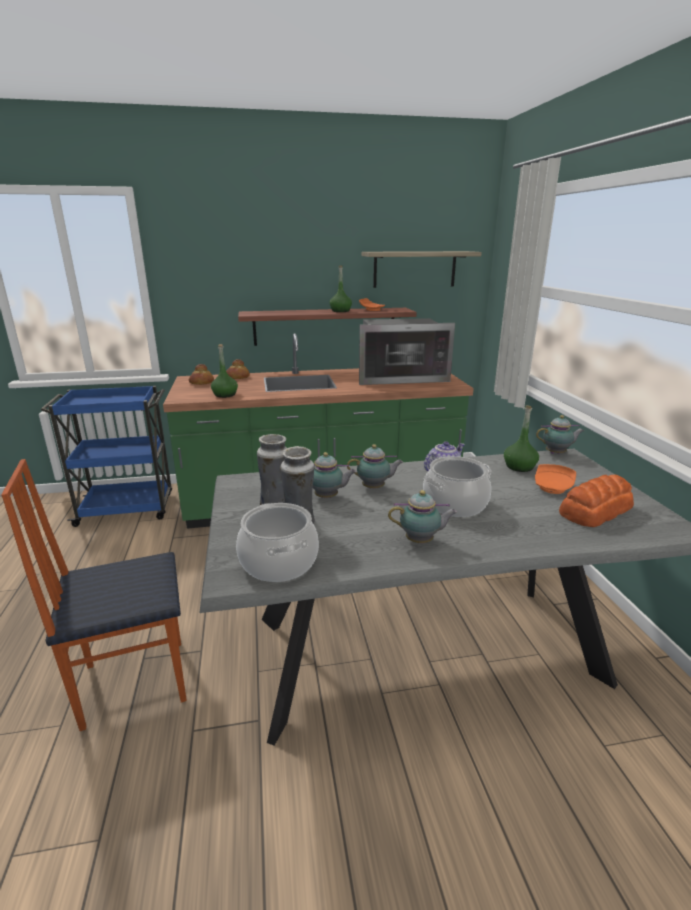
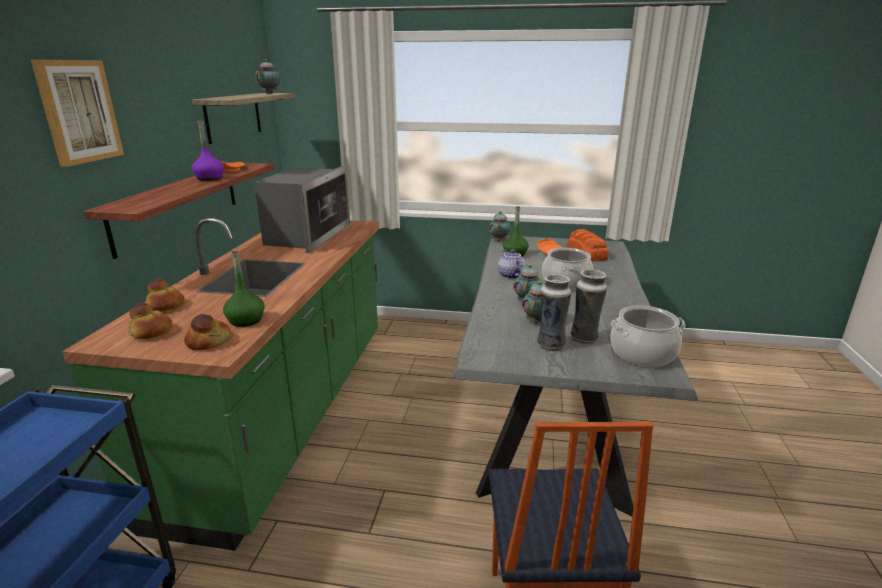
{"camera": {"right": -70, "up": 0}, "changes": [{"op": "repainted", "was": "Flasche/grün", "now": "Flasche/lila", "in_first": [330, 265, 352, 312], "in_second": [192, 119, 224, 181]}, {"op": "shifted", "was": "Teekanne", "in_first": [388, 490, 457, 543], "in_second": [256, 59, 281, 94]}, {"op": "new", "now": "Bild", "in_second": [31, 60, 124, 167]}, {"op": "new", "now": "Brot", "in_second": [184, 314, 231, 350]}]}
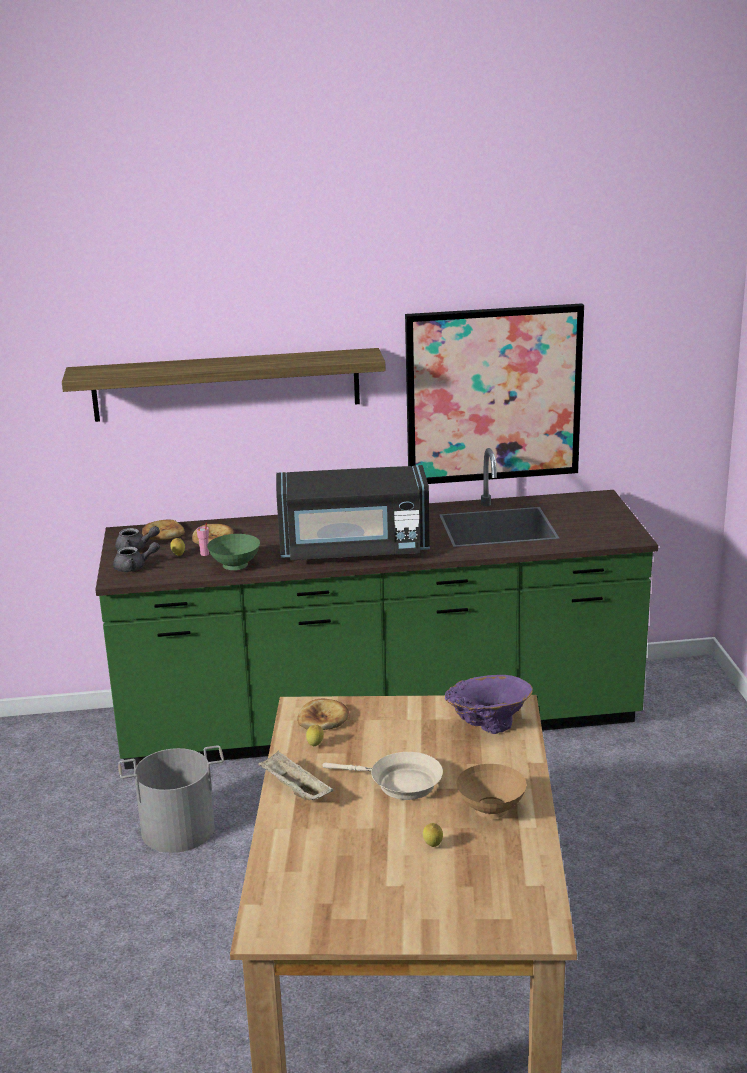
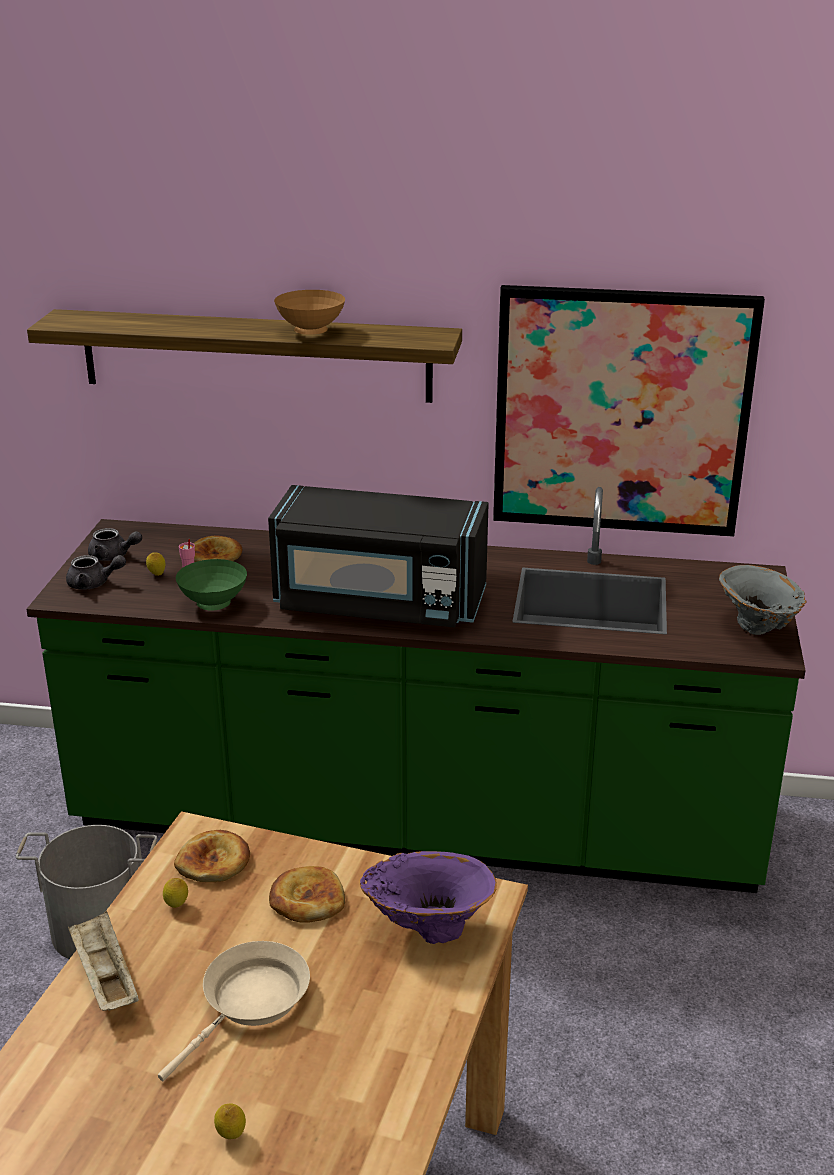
{"camera": {"right": 15, "up": 5}, "changes": [{"op": "shifted", "was": "Brot", "in_first": [142, 519, 185, 540], "in_second": [269, 866, 345, 923]}, {"op": "rotated", "was": "Pfanne/beige", "in_first": [323, 752, 443, 800], "in_second": [158, 941, 310, 1081], "clockwise": -90}, {"op": "shifted", "was": "Schüssel/braun", "in_first": [457, 764, 527, 818], "in_second": [274, 290, 345, 335]}, {"op": "new", "now": "Vase/grau", "in_second": [719, 565, 807, 635]}]}
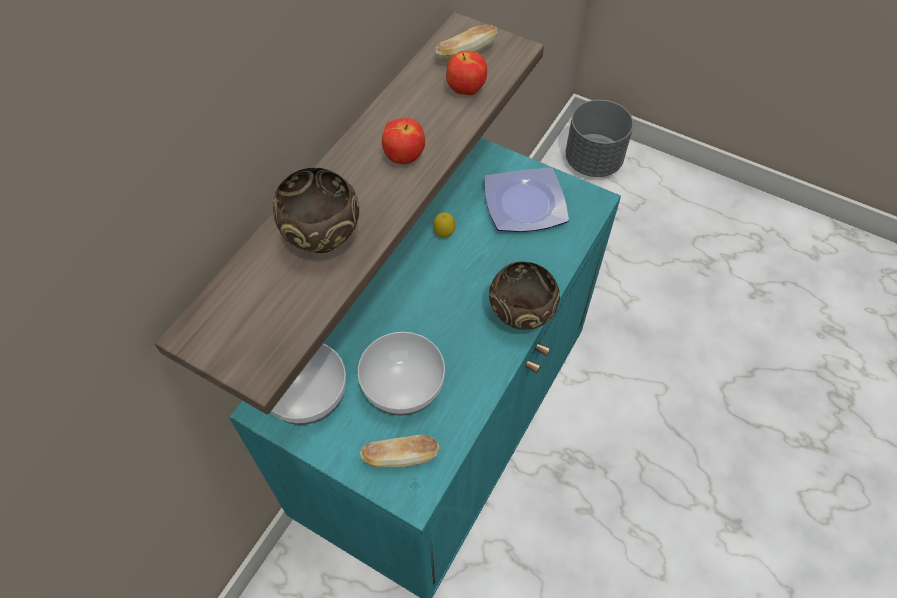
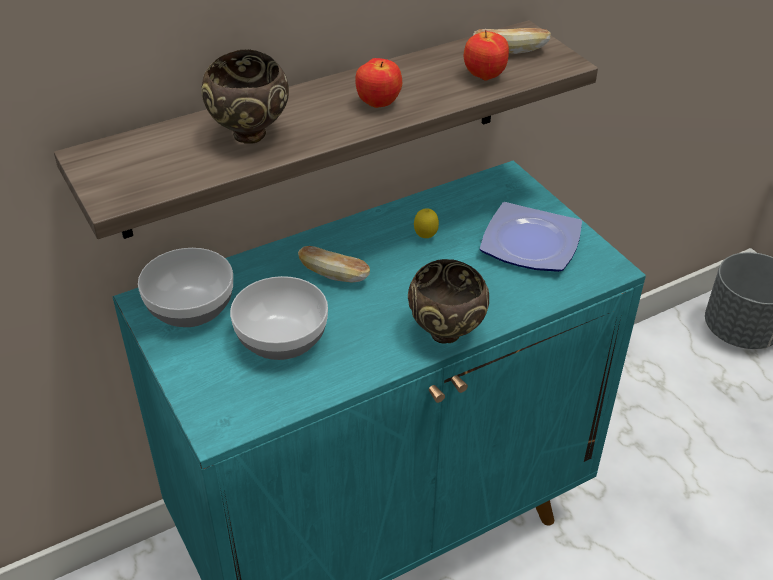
{"camera": {"right": 30, "up": -15}, "changes": [{"op": "shifted", "was": "Brot", "in_first": [360, 435, 439, 468], "in_second": [298, 246, 370, 283]}]}
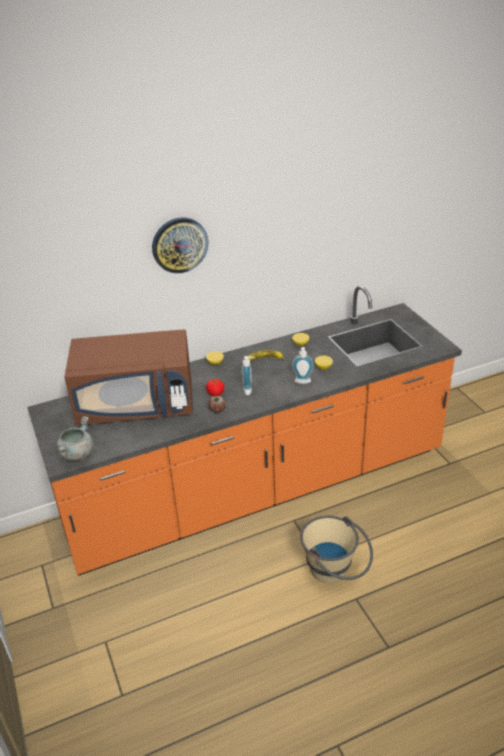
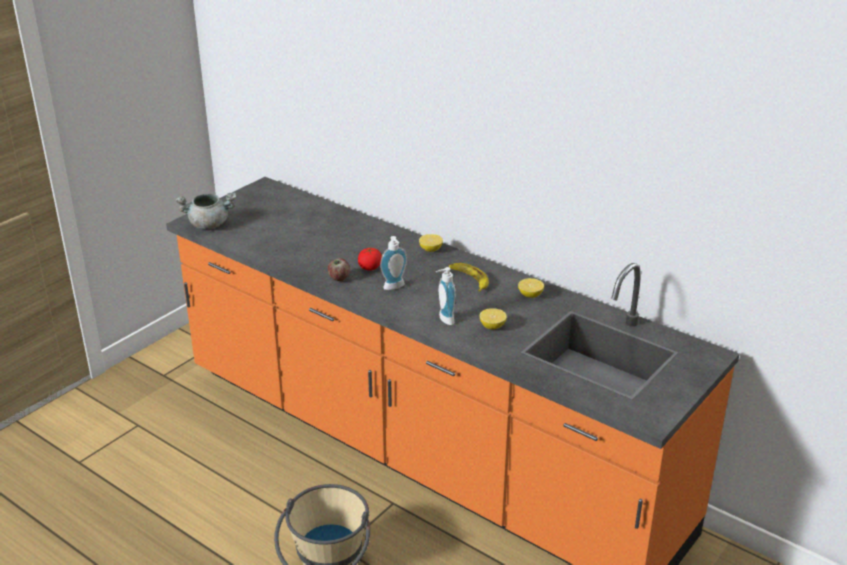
{"camera": {"right": 60, "up": -5}, "changes": [{"op": "gone", "was": "Wanduhr", "in_first": [152, 217, 208, 273]}, {"op": "gone", "was": "Mikrowelle/braun", "in_first": [64, 329, 193, 425]}]}
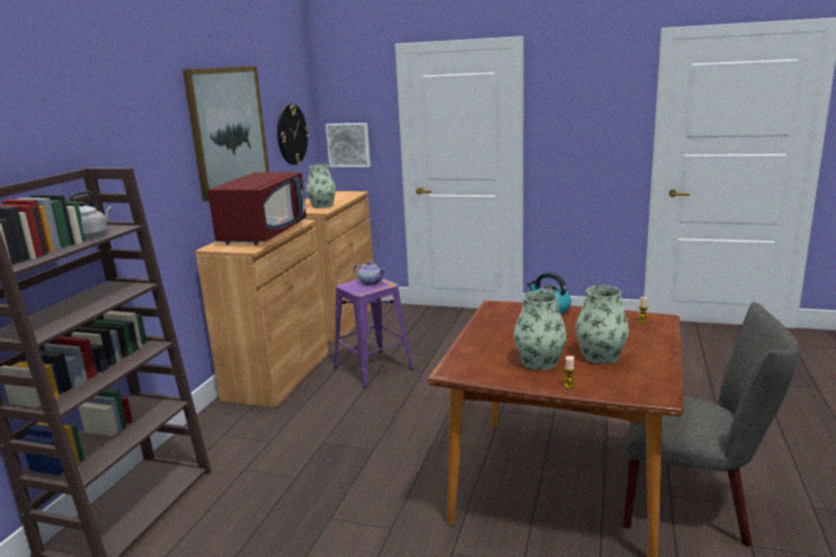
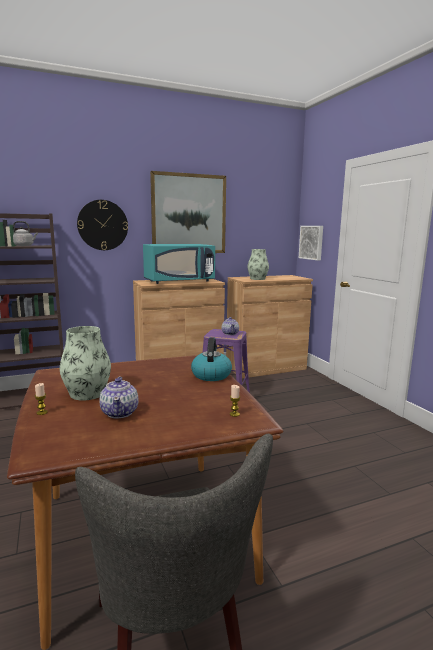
{"camera": {"right": 50, "up": -5}, "changes": [{"op": "shifted", "was": "Wanduhr", "in_first": [277, 104, 309, 165], "in_second": [77, 200, 128, 250]}, {"op": "repainted", "was": "Mikrowelle/rot", "now": "Mikrowelle/türkis", "in_first": [208, 172, 306, 245], "in_second": [143, 244, 215, 284]}, {"op": "swapped", "was": "Vase", "now": "Teekanne", "in_first": [575, 285, 629, 364], "in_second": [100, 377, 138, 418]}]}
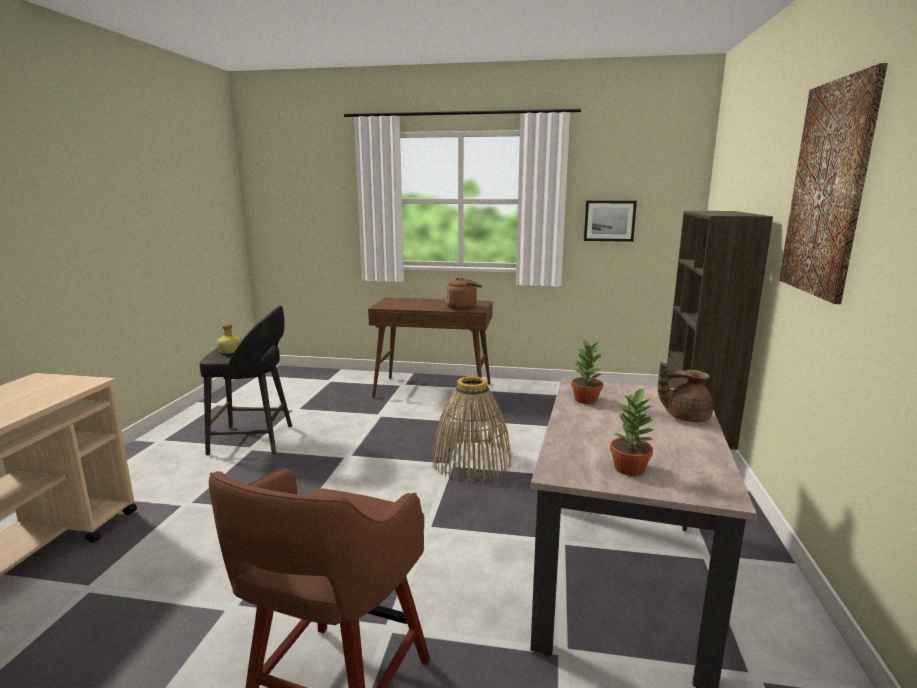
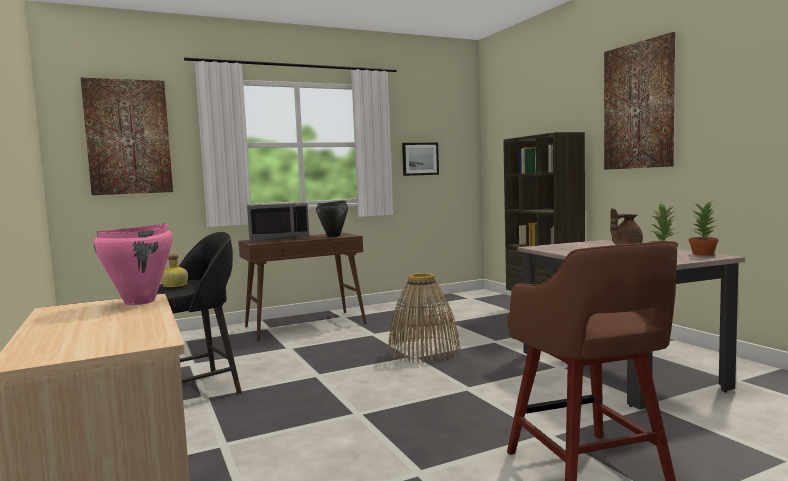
{"camera": {"right": -35, "up": -10}, "changes": [{"op": "swapped", "was": "Wasserkessel/braun", "now": "Kochtopf/schwarz", "in_first": [446, 278, 482, 310], "in_second": [316, 201, 348, 237]}, {"op": "shifted", "was": "Topfpflanze", "in_first": [571, 339, 603, 404], "in_second": [689, 201, 719, 256]}, {"op": "new", "now": "Bild", "in_second": [81, 78, 173, 195]}, {"op": "new", "now": "Mikrowelle/grau", "in_second": [247, 202, 309, 242]}, {"op": "new", "now": "Kochtopf/rosa", "in_second": [93, 224, 173, 305]}]}
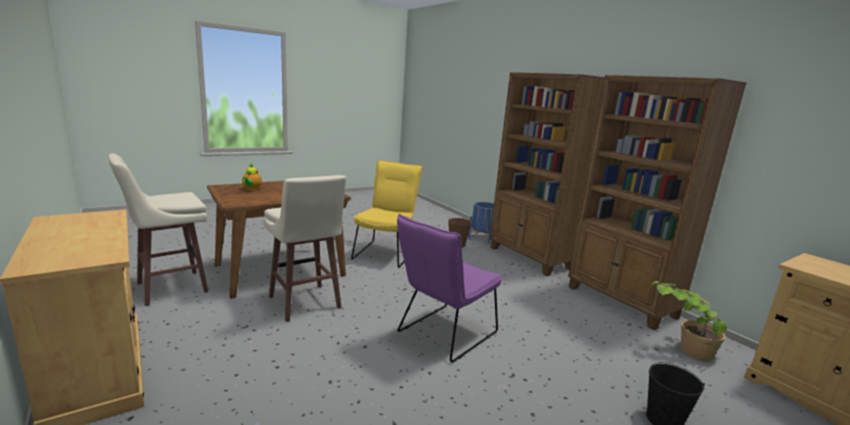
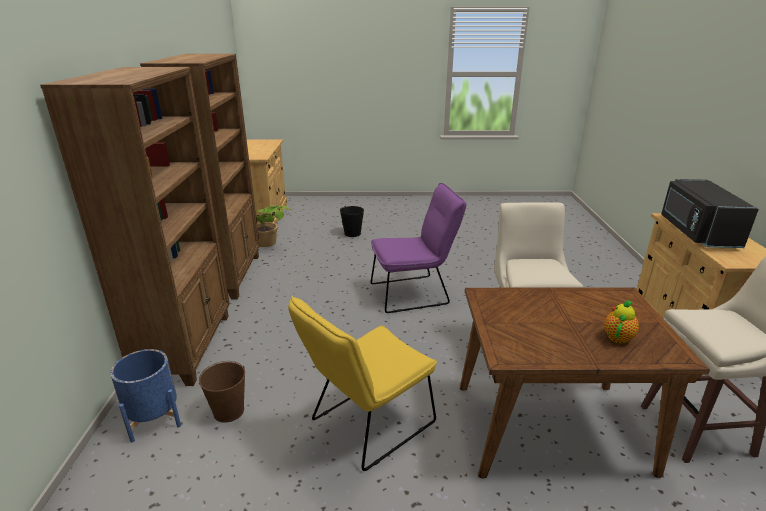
{"camera": {"right": -145, "up": 10}, "changes": [{"op": "new", "now": "Mikrowelle/schwarz", "in_second": [661, 179, 759, 248]}]}
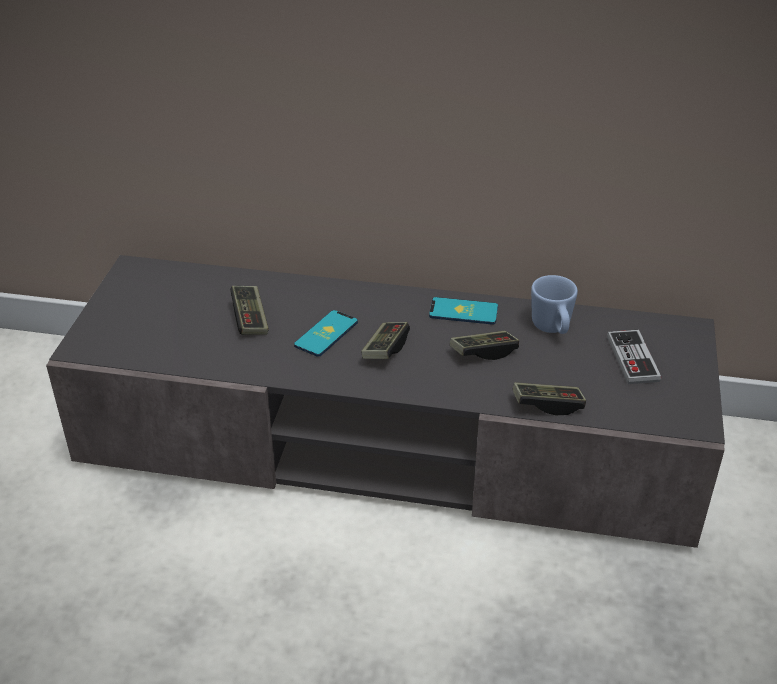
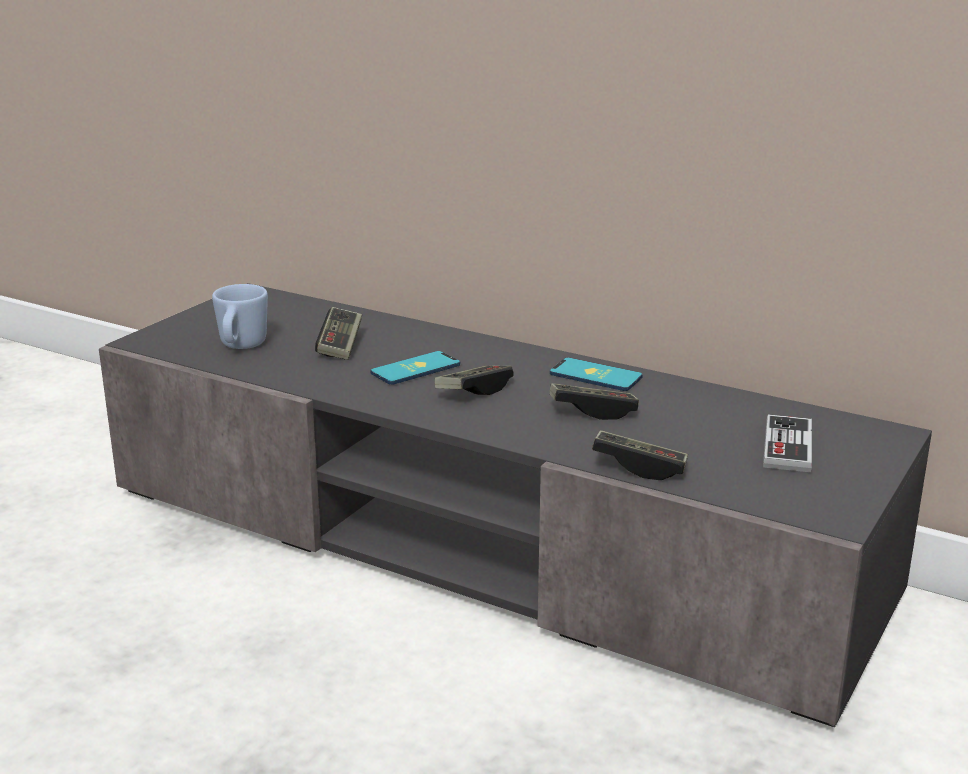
{"camera": {"right": 20, "up": -15}, "changes": [{"op": "shifted", "was": "Henkelbecher/blau", "in_first": [531, 275, 578, 334], "in_second": [212, 284, 268, 349]}]}
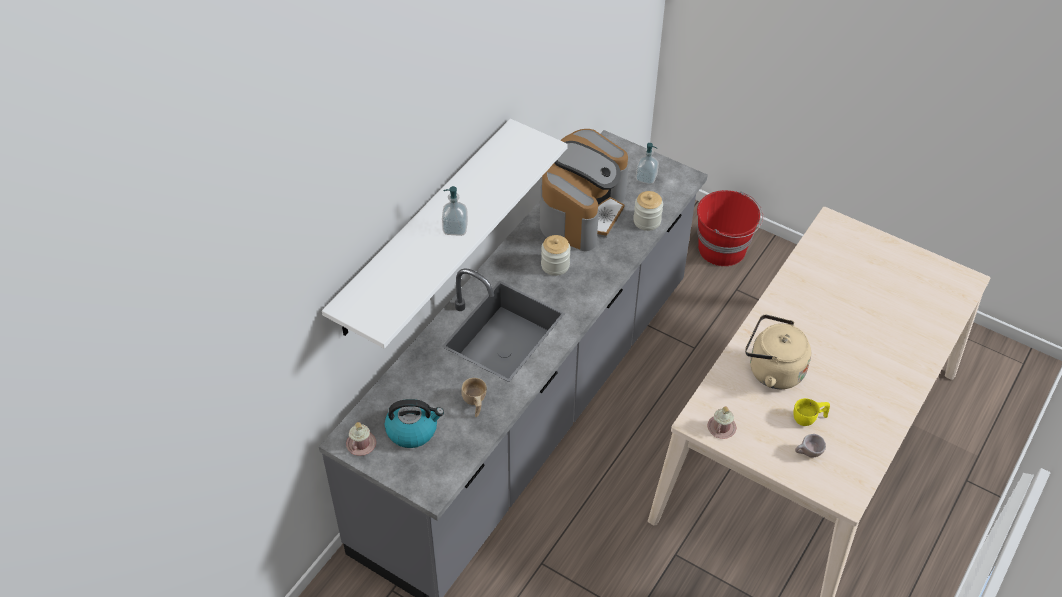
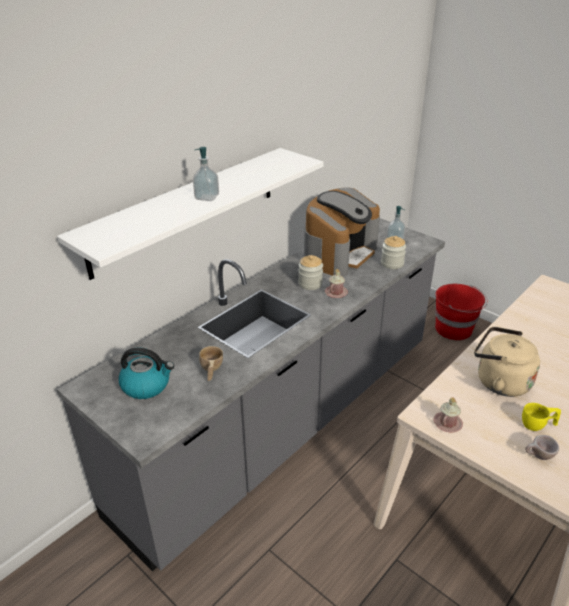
{"camera": {"right": 10, "up": -15}, "changes": [{"op": "shifted", "was": "Henkelbecher/rosa", "in_first": [346, 422, 376, 456], "in_second": [325, 269, 348, 298]}]}
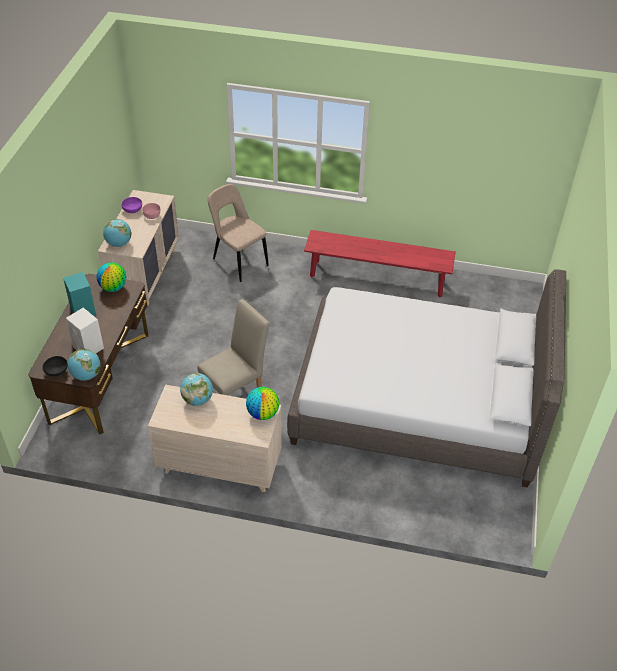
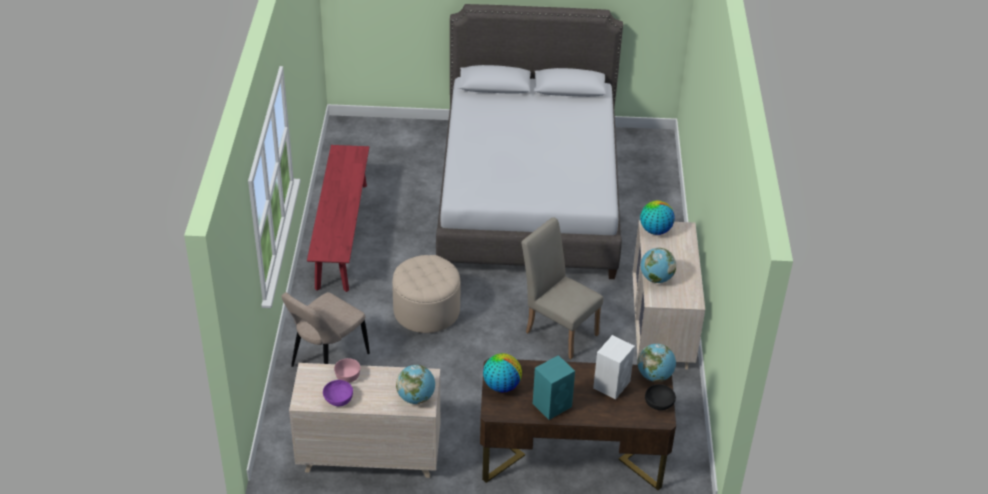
{"camera": {"right": -100, "up": -5}, "changes": [{"op": "new", "now": "Polsterhocker/beige", "in_second": [392, 255, 460, 333]}]}
